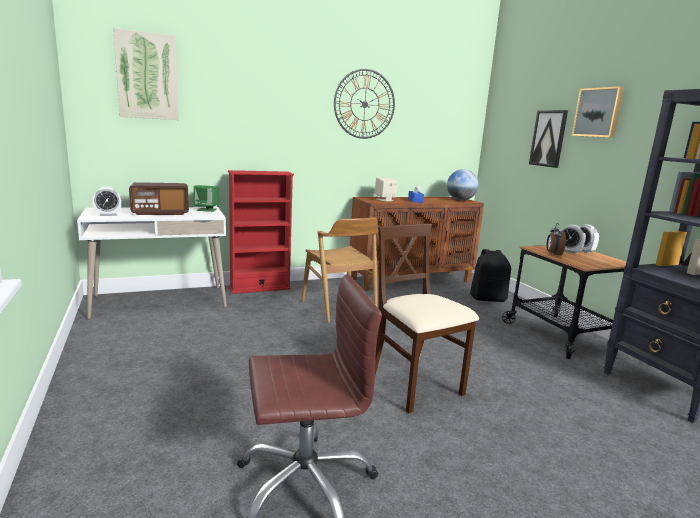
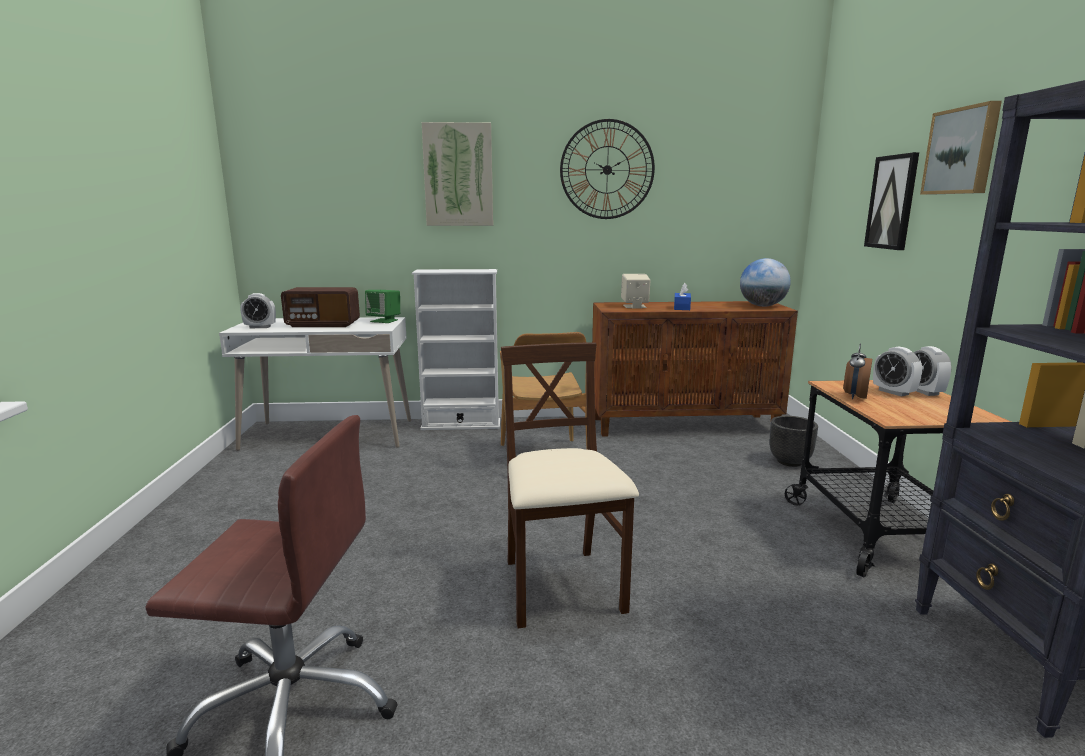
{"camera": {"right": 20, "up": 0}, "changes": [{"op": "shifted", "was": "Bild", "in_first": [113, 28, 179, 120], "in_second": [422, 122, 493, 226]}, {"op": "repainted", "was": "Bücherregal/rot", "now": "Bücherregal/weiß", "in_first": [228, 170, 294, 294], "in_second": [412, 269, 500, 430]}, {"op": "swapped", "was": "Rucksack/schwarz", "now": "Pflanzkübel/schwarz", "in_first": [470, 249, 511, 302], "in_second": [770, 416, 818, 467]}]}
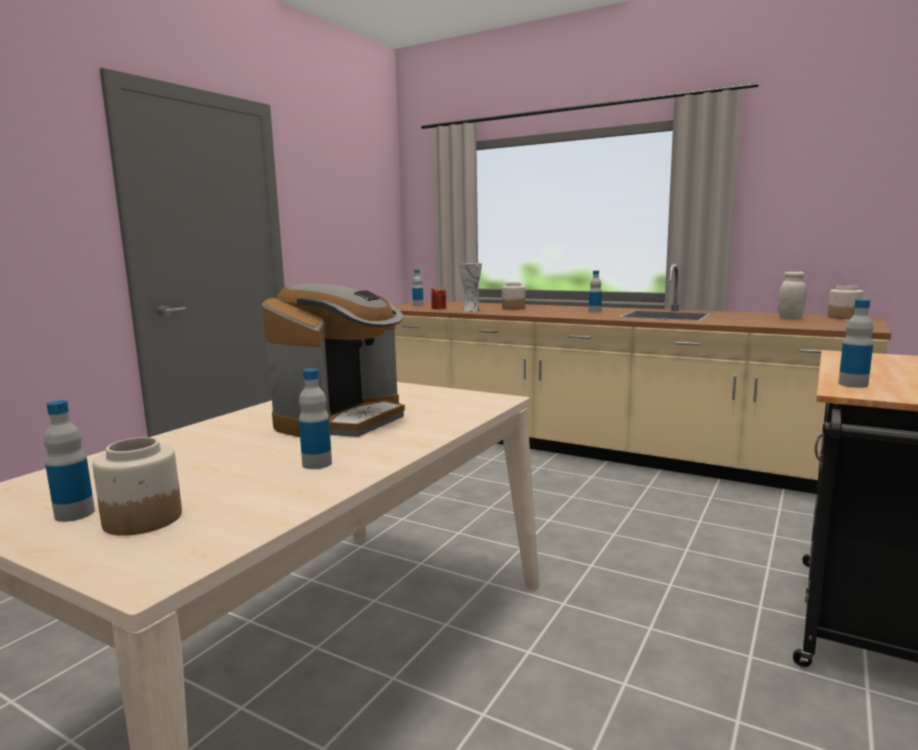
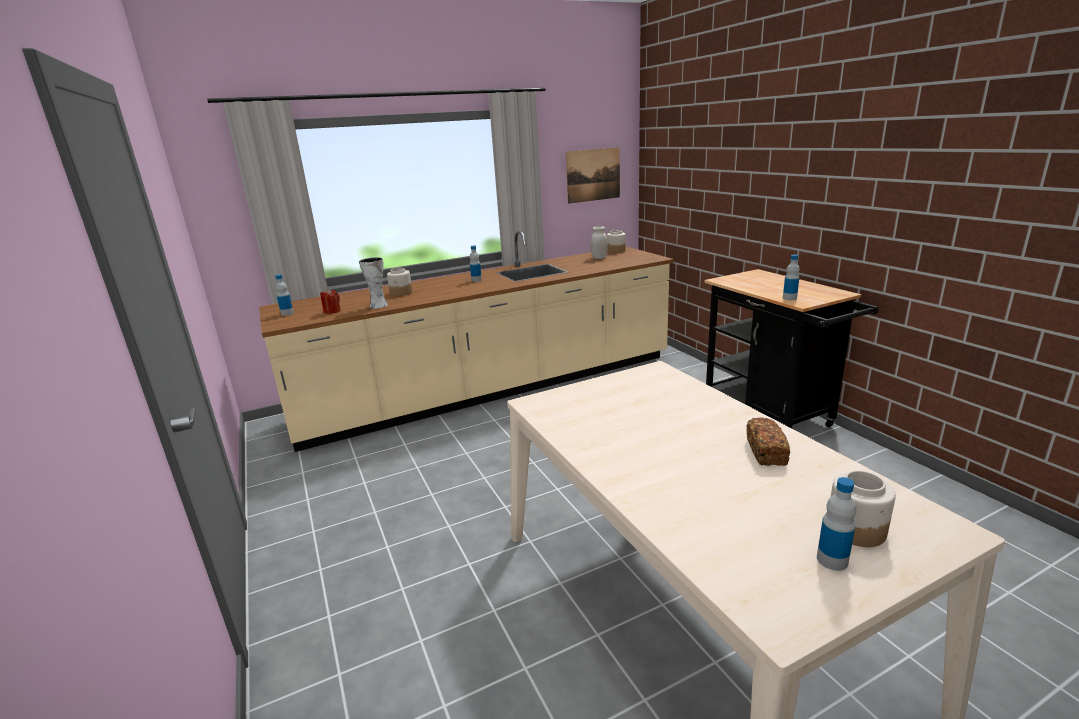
{"camera": {"right": -55, "up": 10}, "changes": [{"op": "gone", "was": "Kaffeemaschine", "in_first": [262, 283, 405, 437]}, {"op": "swapped", "was": "Flasche", "now": "Brot", "in_first": [299, 369, 332, 469], "in_second": [746, 417, 790, 466]}, {"op": "new", "now": "Bild", "in_second": [566, 147, 620, 204]}]}
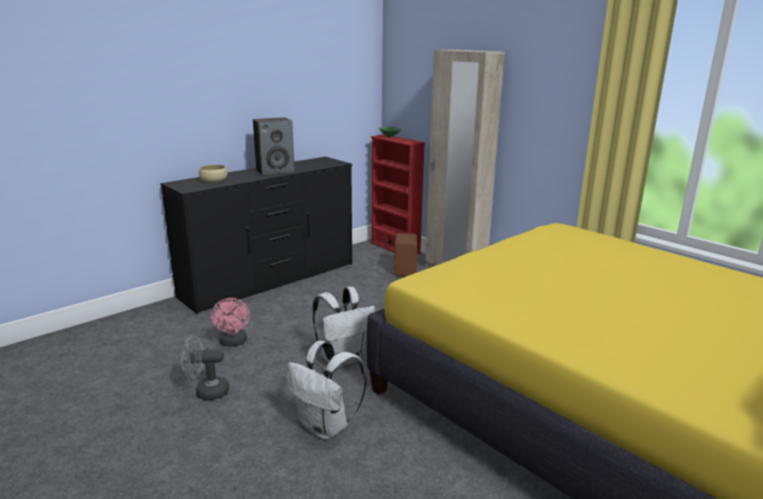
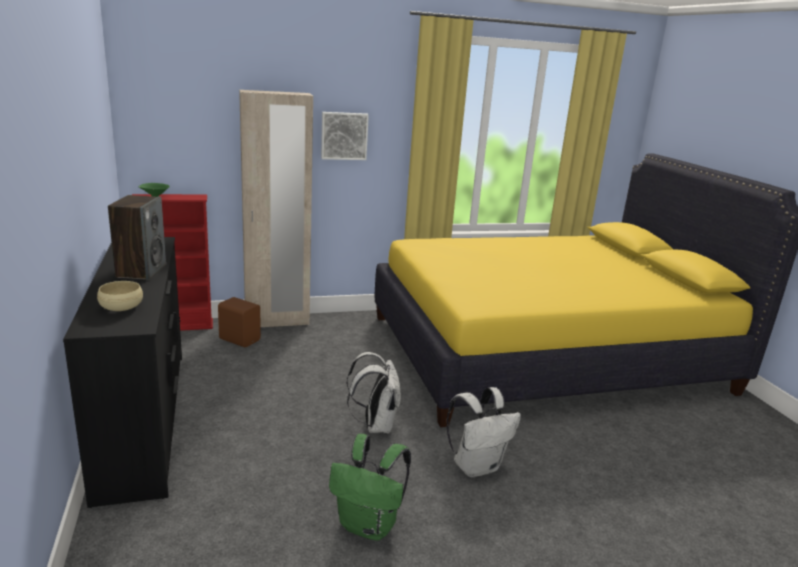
{"camera": {"right": -65, "up": 0}, "changes": [{"op": "gone", "was": "Ventilator/rosa", "in_first": [211, 298, 250, 347]}, {"op": "swapped", "was": "Ventilator/grau", "now": "Rucksack/grün", "in_first": [181, 336, 229, 400], "in_second": [329, 434, 411, 541]}, {"op": "new", "now": "Bild", "in_second": [321, 112, 369, 160]}]}
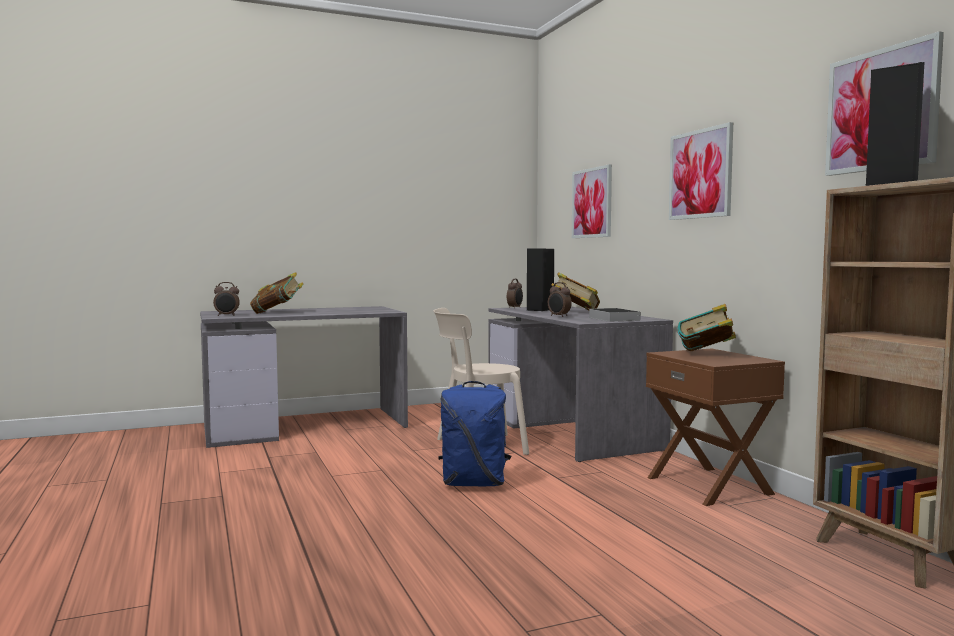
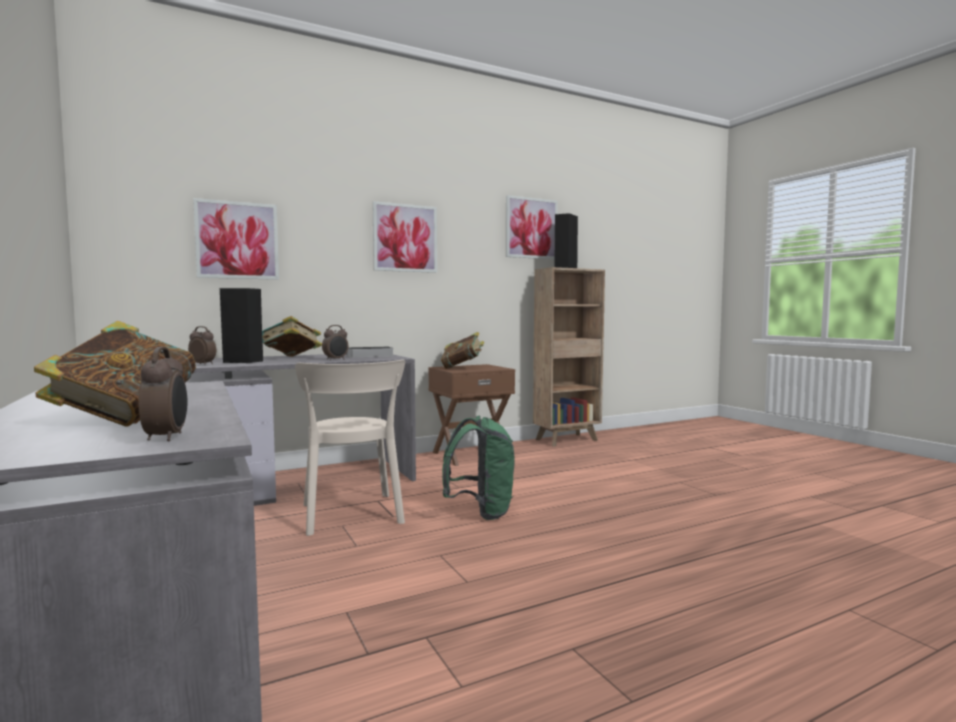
{"camera": {"right": -95, "up": 0}, "changes": [{"op": "repainted", "was": "Rucksack/blau", "now": "Rucksack/grün", "in_first": [438, 381, 511, 486], "in_second": [442, 415, 515, 520]}]}
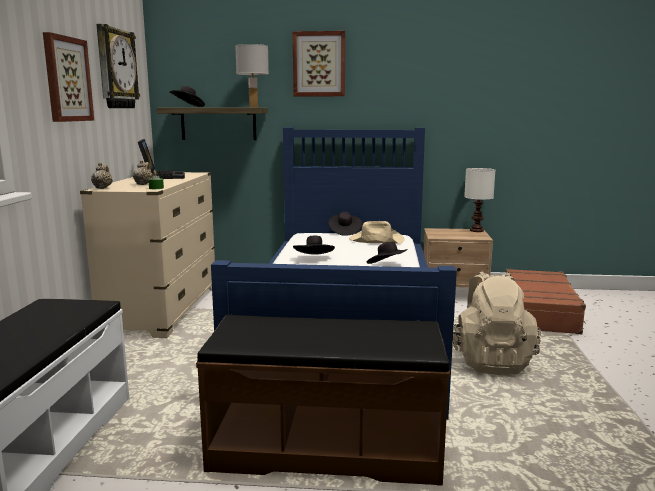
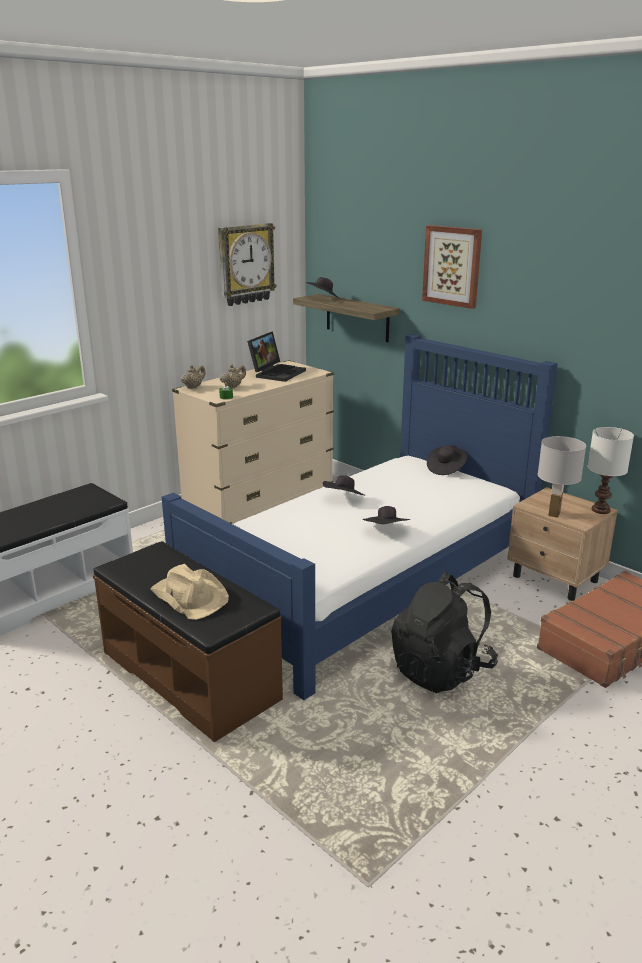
{"camera": {"right": 40, "up": 10}, "changes": [{"op": "gone", "was": "Bild", "in_first": [43, 32, 94, 122]}, {"op": "shifted", "was": "Tischlampe/weiß", "in_first": [235, 44, 269, 107], "in_second": [538, 436, 586, 518]}, {"op": "shifted", "was": "Hut/beige", "in_first": [349, 221, 404, 244], "in_second": [150, 564, 229, 620]}, {"op": "repainted", "was": "Rucksack/beige", "now": "Rucksack/schwarz", "in_first": [453, 272, 541, 375], "in_second": [391, 572, 498, 693]}]}
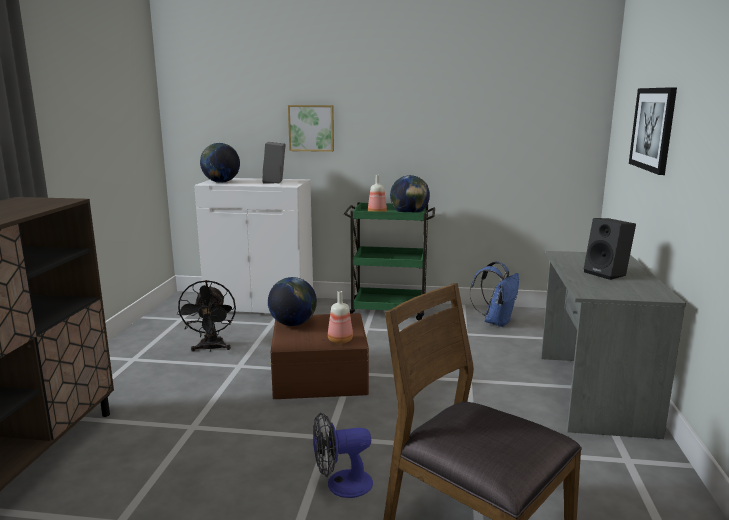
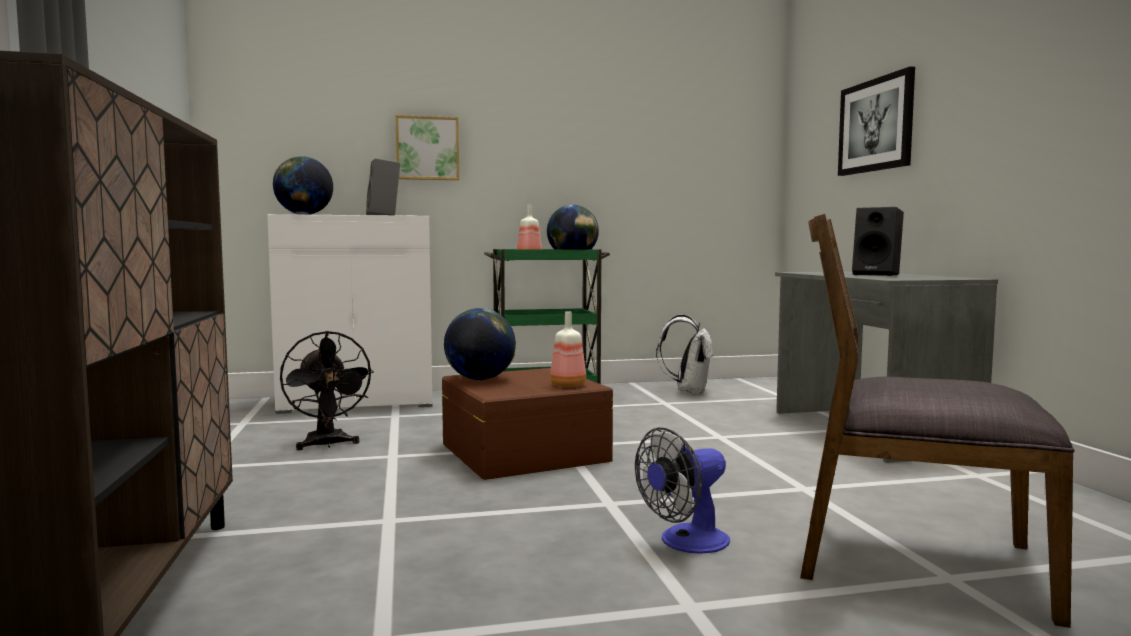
{"camera": {"right": -20, "up": -10}, "changes": [{"op": "repainted", "was": "Rucksack/blau", "now": "Rucksack/weiß", "in_first": [470, 261, 519, 327], "in_second": [656, 314, 714, 395]}]}
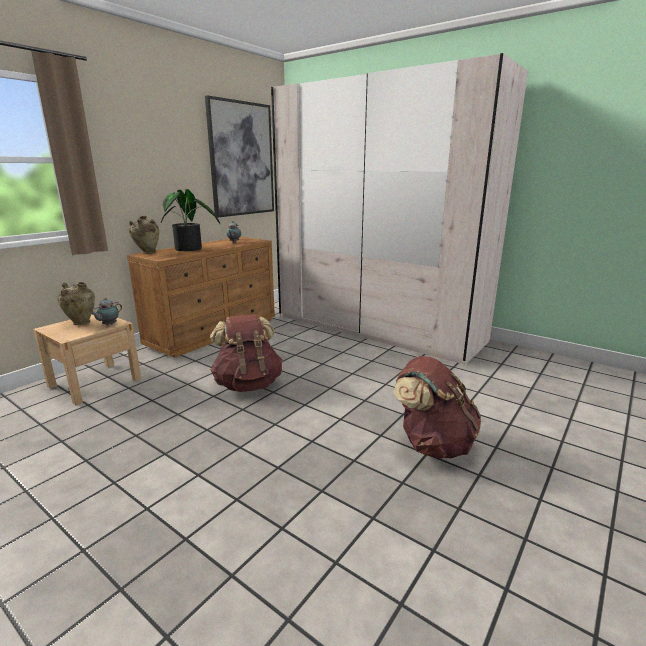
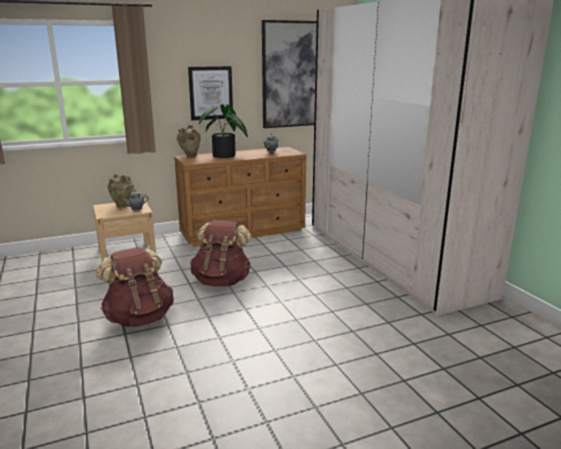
{"camera": {"right": 30, "up": 0}, "changes": [{"op": "shifted", "was": "Rucksack/braun", "in_first": [394, 356, 481, 459], "in_second": [96, 247, 174, 327]}, {"op": "new", "now": "Bild", "in_second": [188, 66, 233, 120]}]}
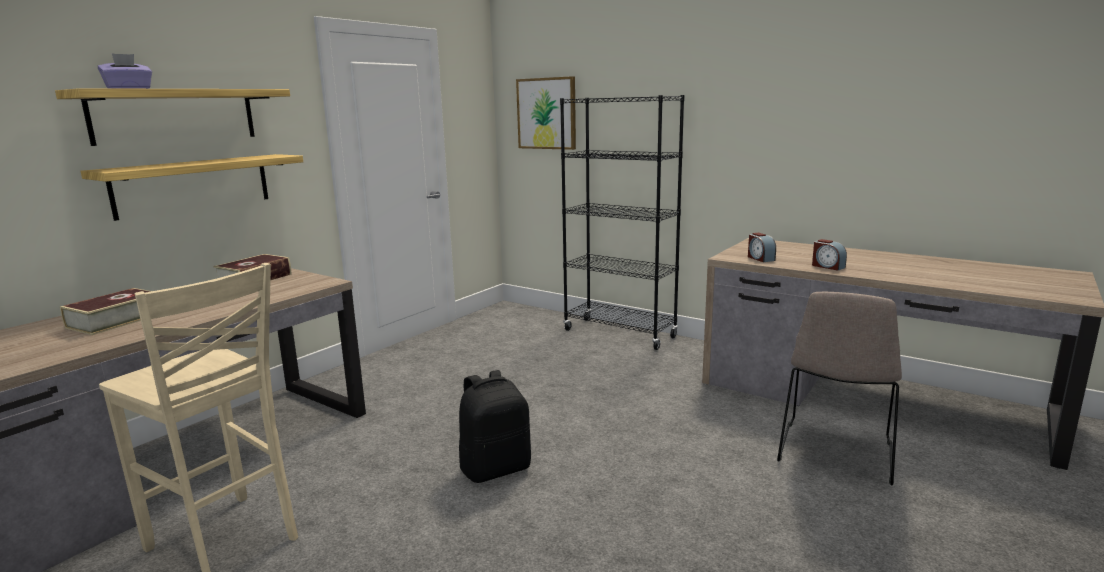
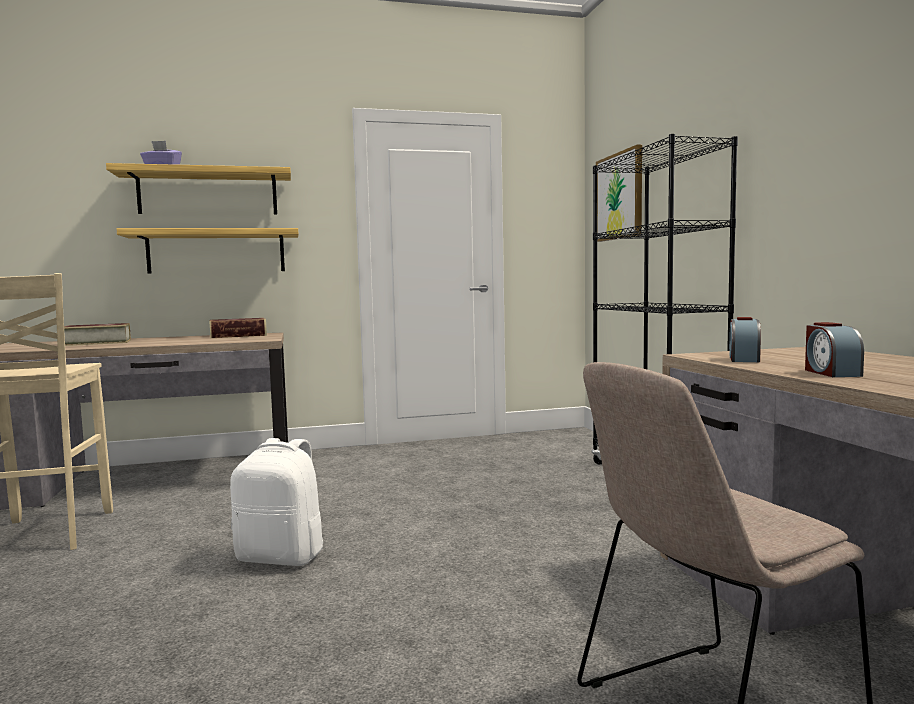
{"camera": {"right": 40, "up": -10}, "changes": [{"op": "repainted", "was": "Rucksack/schwarz", "now": "Rucksack/weiß", "in_first": [459, 370, 531, 483], "in_second": [230, 438, 324, 566]}]}
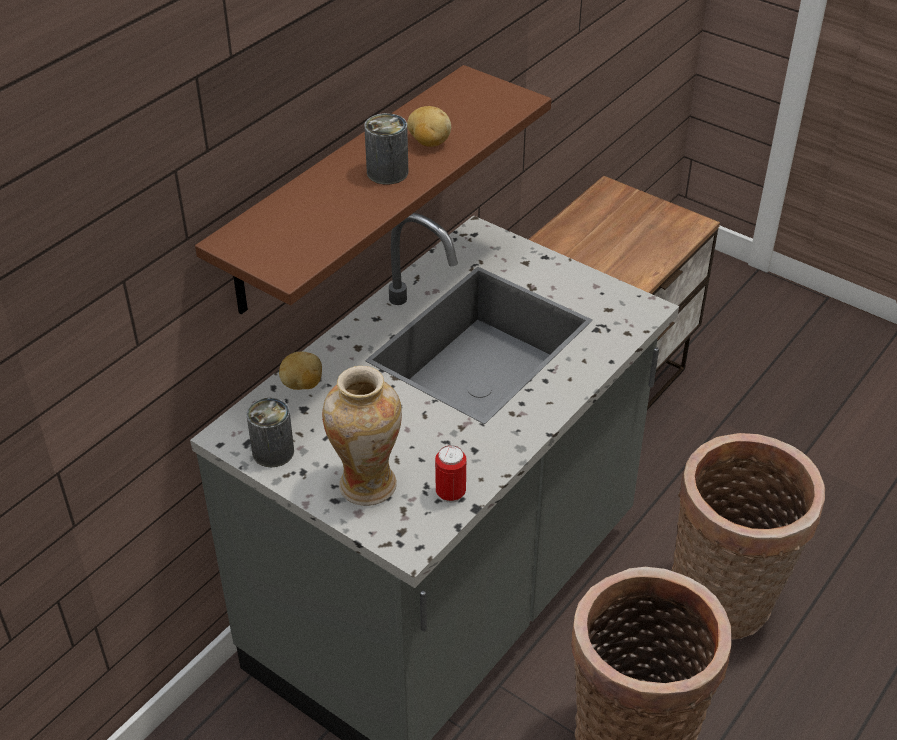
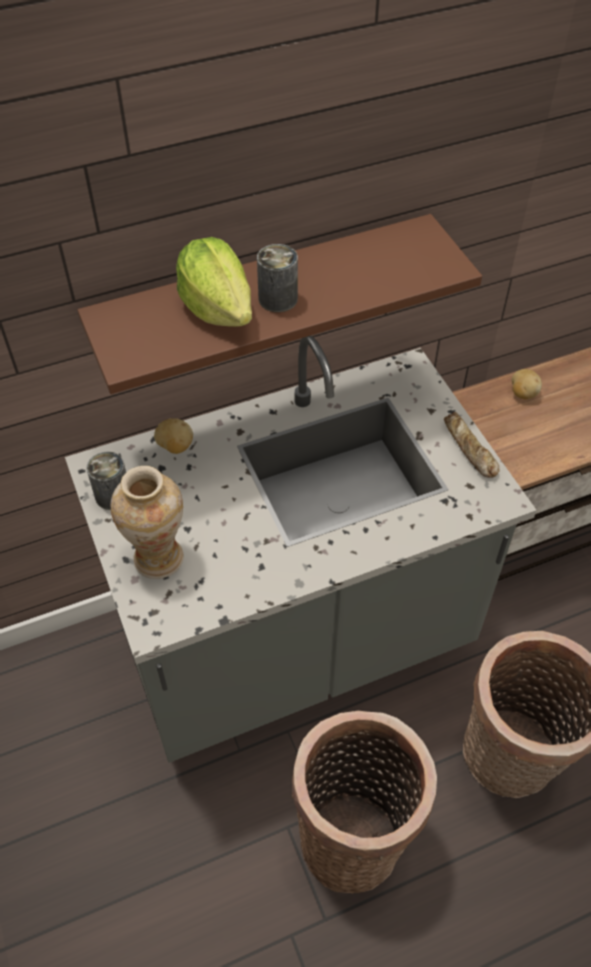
{"camera": {"right": 30, "up": 10}, "changes": [{"op": "shifted", "was": "Kartoffel", "in_first": [407, 106, 451, 147], "in_second": [511, 369, 542, 399]}, {"op": "gone", "was": "Dose", "in_first": [435, 445, 466, 503]}, {"op": "new", "now": "Salatkopf", "in_second": [176, 237, 252, 327]}, {"op": "new", "now": "Brot", "in_second": [444, 412, 499, 478]}]}
